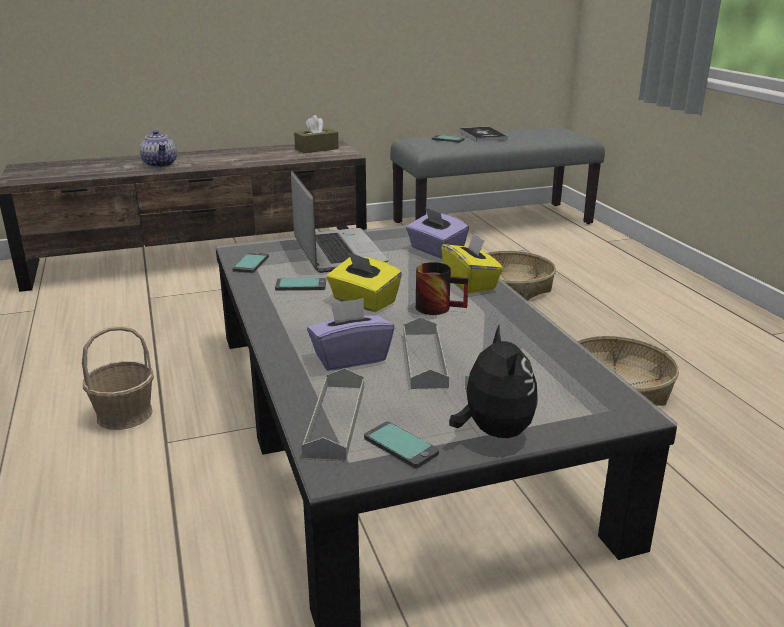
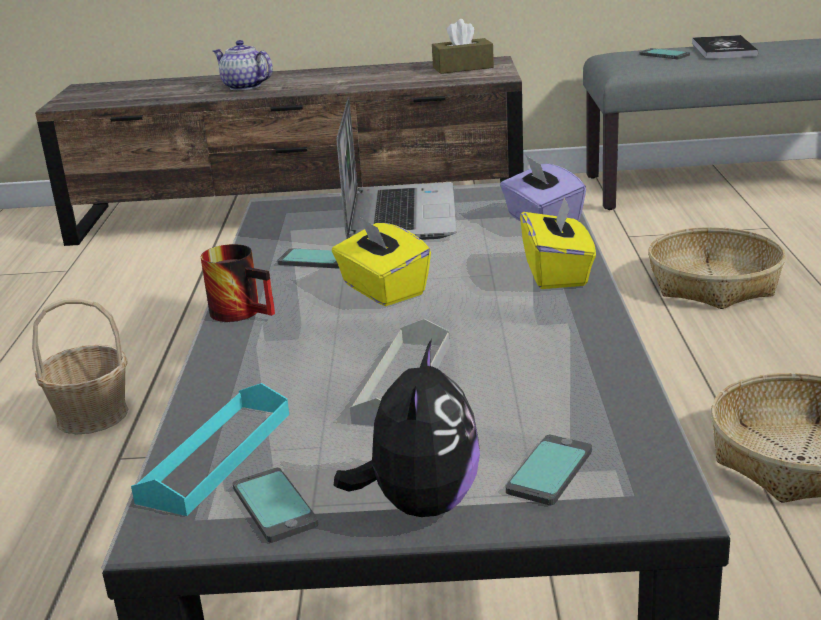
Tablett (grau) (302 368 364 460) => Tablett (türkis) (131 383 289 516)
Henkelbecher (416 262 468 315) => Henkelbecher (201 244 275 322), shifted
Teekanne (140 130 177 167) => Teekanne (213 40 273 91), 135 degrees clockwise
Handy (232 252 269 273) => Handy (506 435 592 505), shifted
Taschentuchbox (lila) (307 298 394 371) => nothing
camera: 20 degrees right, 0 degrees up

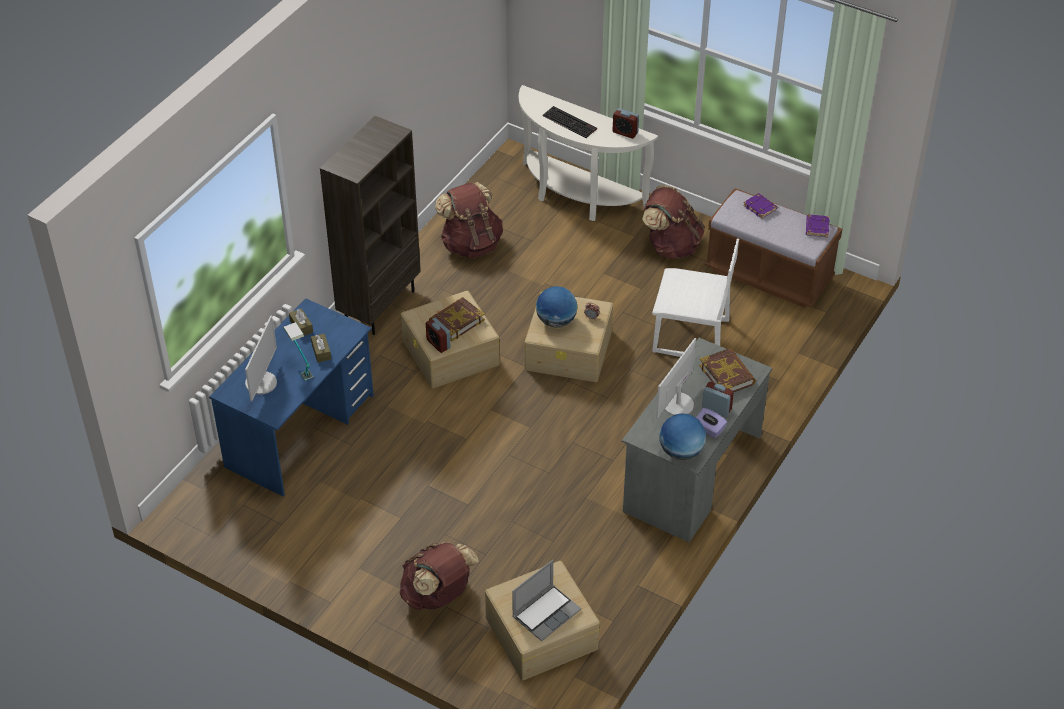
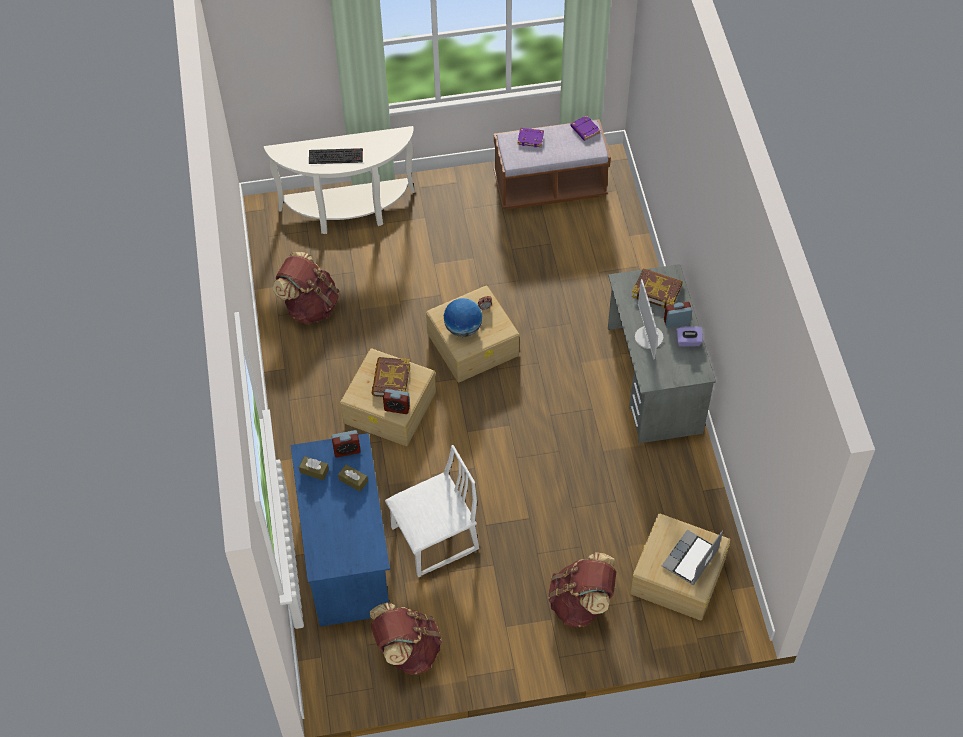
Wecker (613 108 639 139) => Wecker (331 430 361 457), shifted
Rucksack (braun) (642 185 705 259) => Rucksack (braun) (369 602 442 675), shifted
Stuhl (weiß) (652 239 739 357) => Stuhl (weiß) (385 445 479 578), shifted
Laptop (512 560 581 641) => Laptop (662 530 723 585), 150 degrees counterclockwise
Monitor (245 315 277 402) => nothing
Tischlampe (283 322 314 381) => nothing
Bücherregal (braun) (320 116 421 335) => nothing
Globus (659 413 706 460) => nothing
camera: 40 degrees left, 10 degrees up

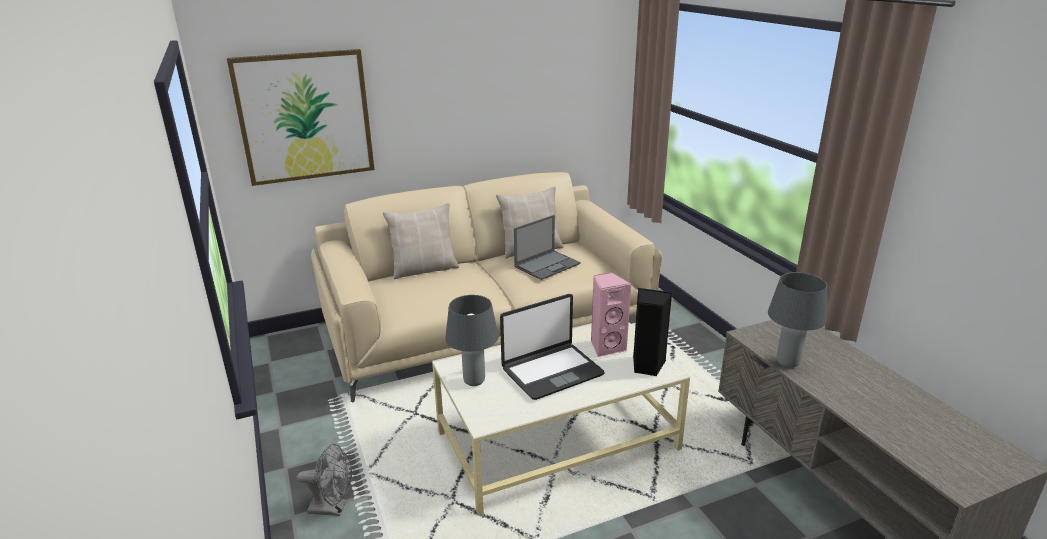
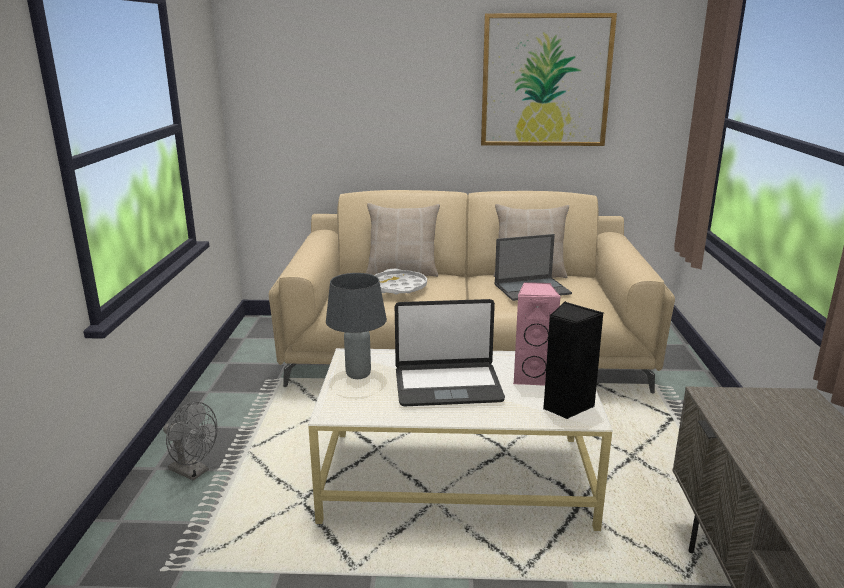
nothing => Tablett (weiß) (374 269 427 295)
Bild (227 49 375 186) => Bild (481 13 617 146), shifted
Tischlampe (grau) (768 272 827 368) => nothing
camera: 25 degrees right, 5 degrees down

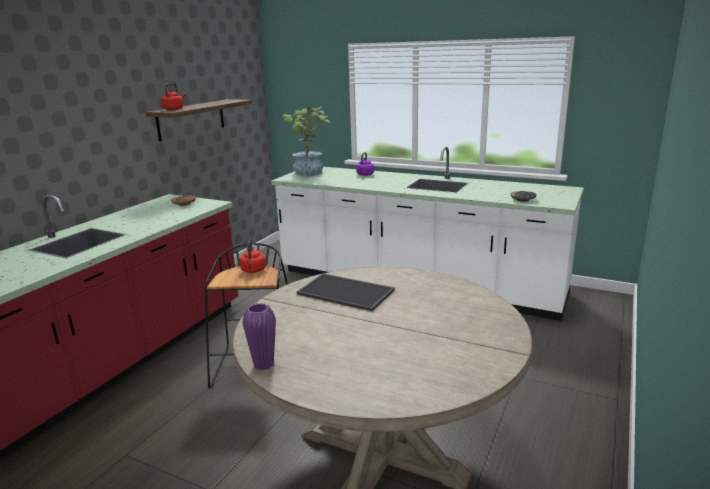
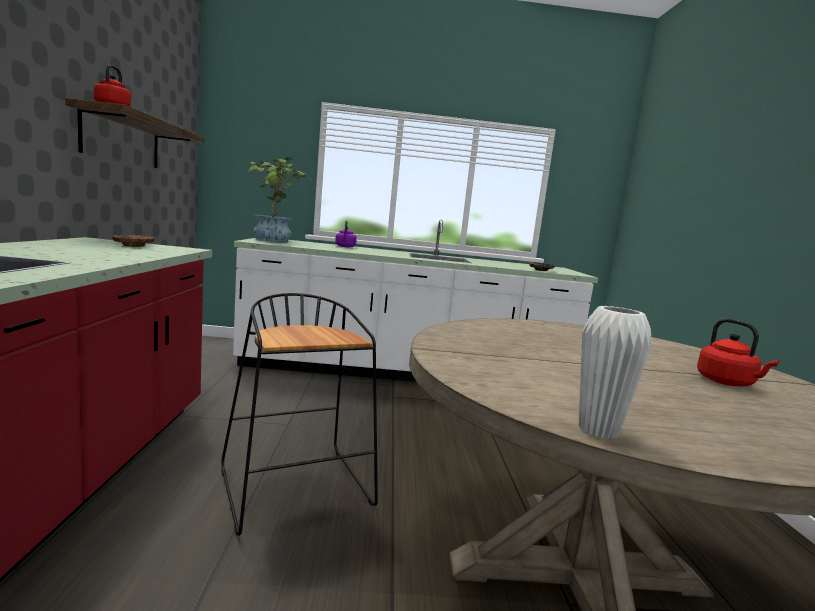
Vase (lila) (242 303 276 370) => Vase (weiß) (579 306 652 439)
Wasserkessel (rot) (240 239 266 273) => Wasserkessel (rot) (697 319 779 386), shifted
Tablett (297 273 395 311) => nothing
camera: 30 degrees left, 10 degrees down

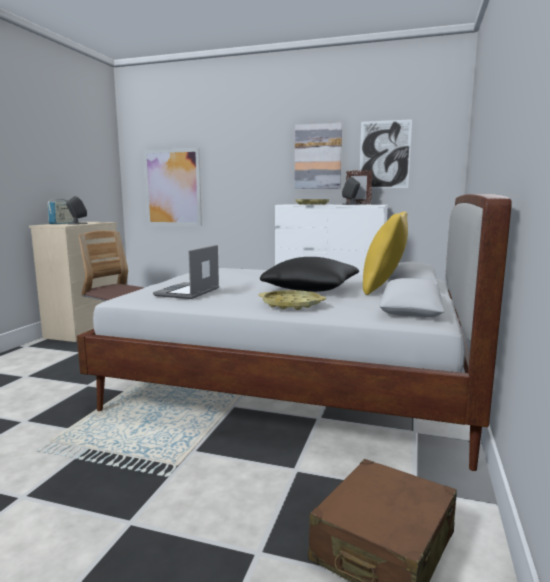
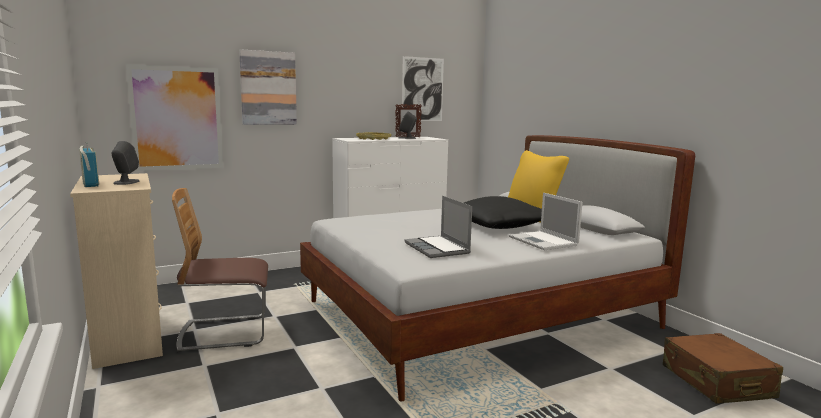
Bild (294 123 342 189) => Bild (239 49 297 125), shifted
Tablett (gelb) (258 290 326 310) => Laptop (509 193 583 250)
camera: 45 degrees left, 0 degrees up

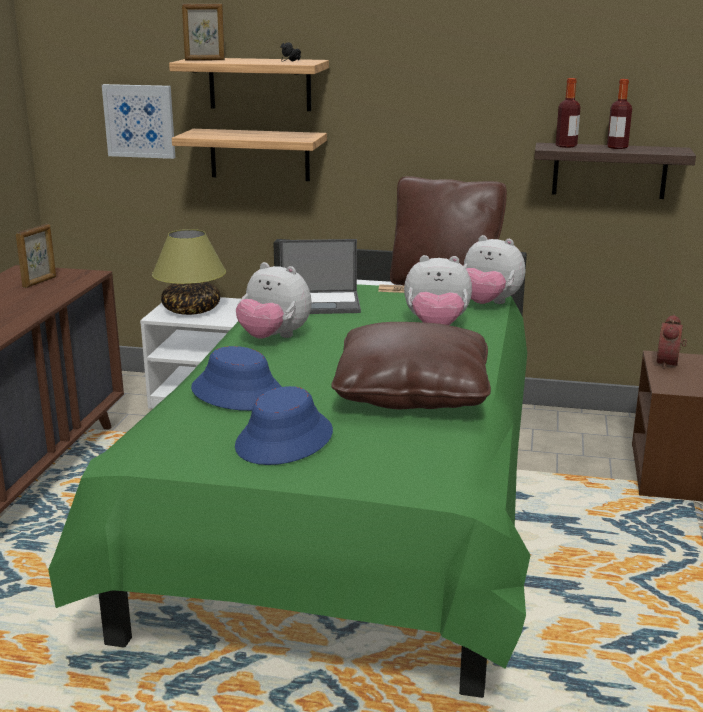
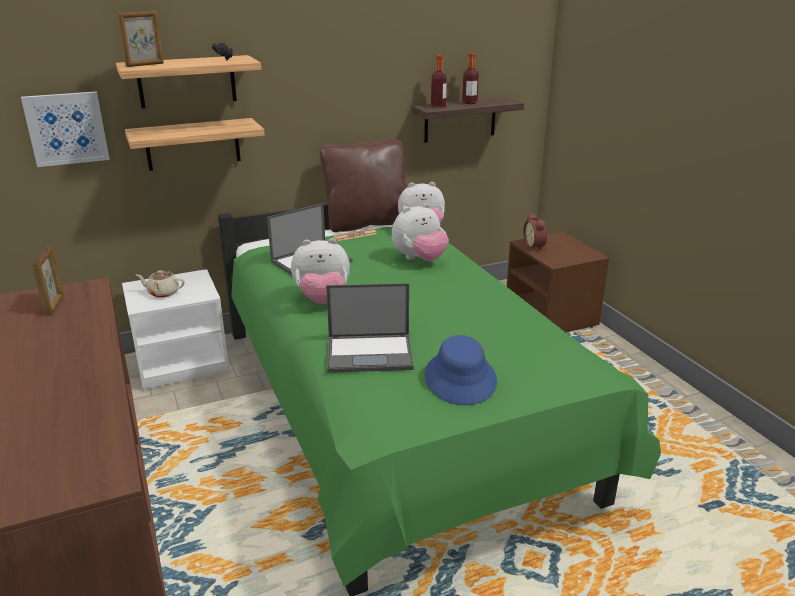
Tischlampe (152 229 226 315) => Teekanne (beige) (136 270 185 298)
Hut (blau) (191 346 282 411) => Laptop (326 283 414 373)
Kissen (braun) (331 322 491 409) => nothing
camera: 35 degrees left, 5 degrees up

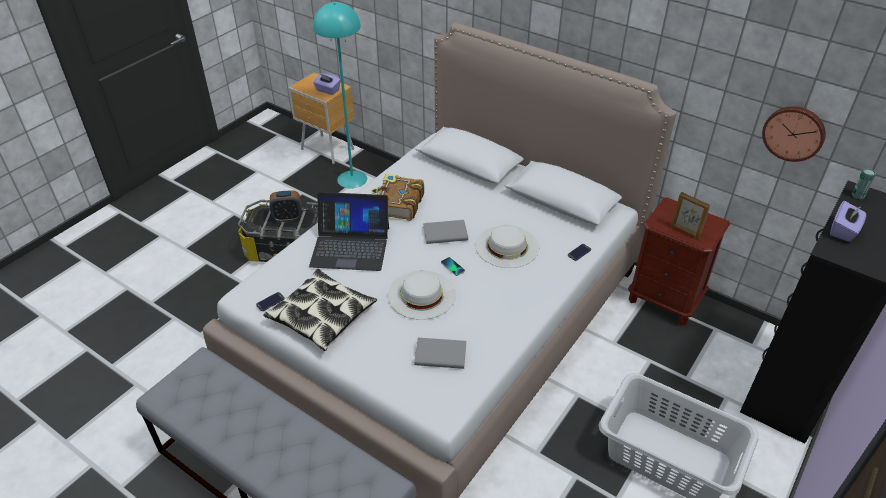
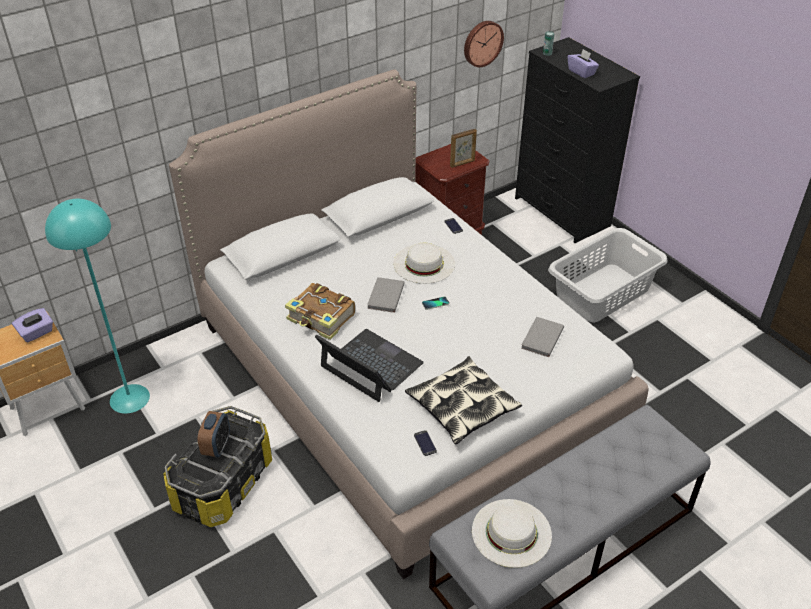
Laptop (309 192 389 271) => Laptop (315 329 424 402), 75 degrees counterclockwise
Hut (weiß) (388 270 456 320) => Hut (weiß) (472 499 552 568), shifted
camera: 70 degrees left, 0 degrees up

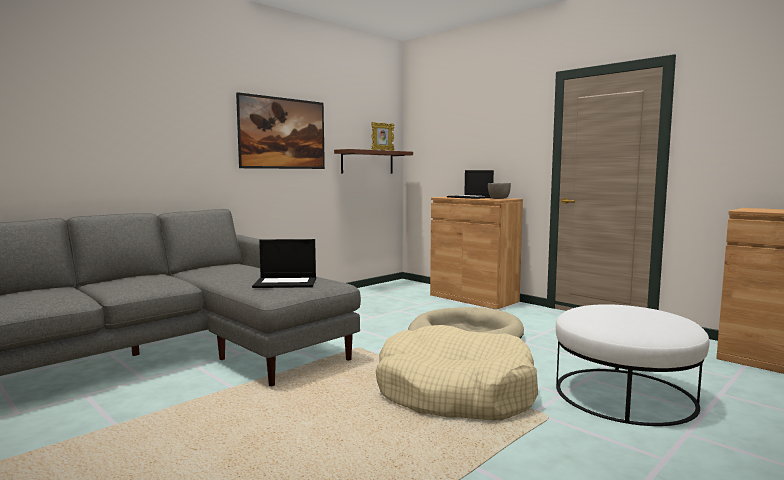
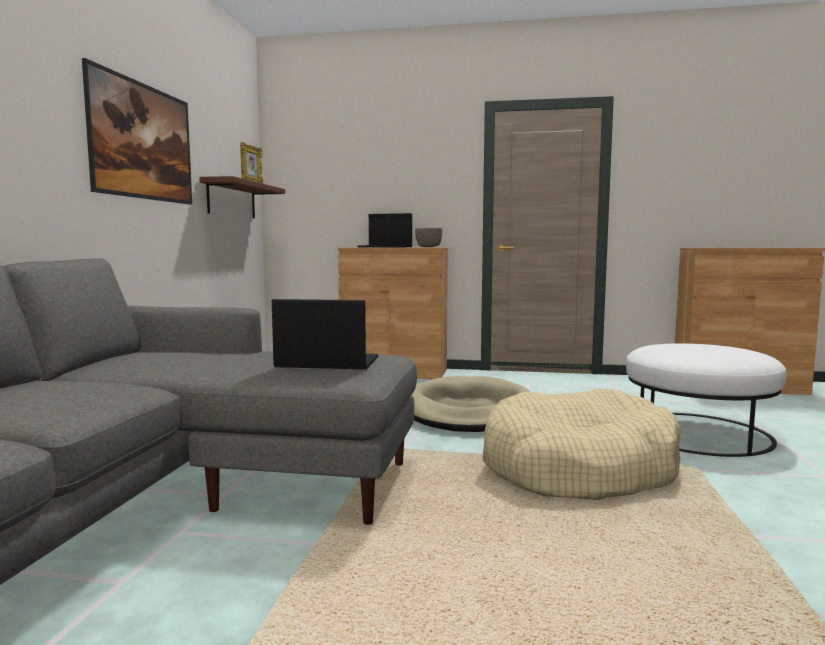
Laptop (252 239 316 288) => Laptop (272 299 378 370), 135 degrees counterclockwise
camera: 35 degrees left, 0 degrees up

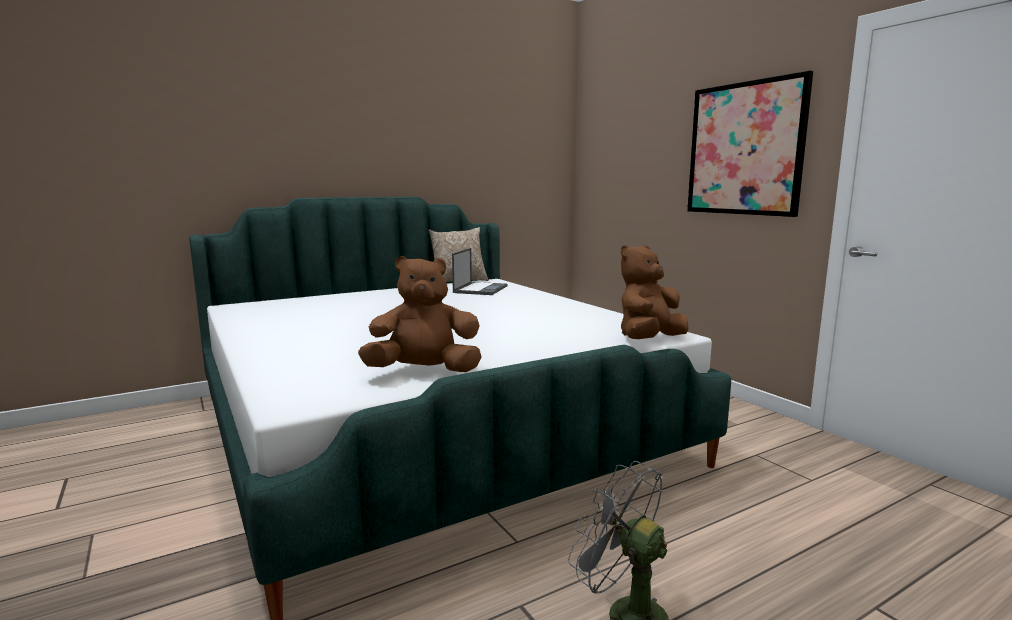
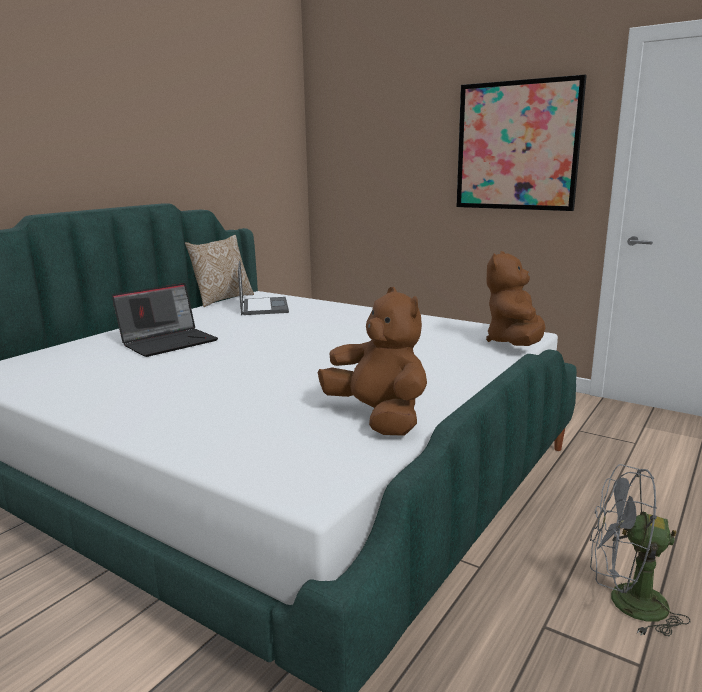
nothing => Laptop (112 283 218 357)
Plüschtier (braun) (358 256 481 372) => Plüschtier (braun) (318 287 427 436), 90 degrees clockwise
camera: 25 degrees left, 5 degrees up

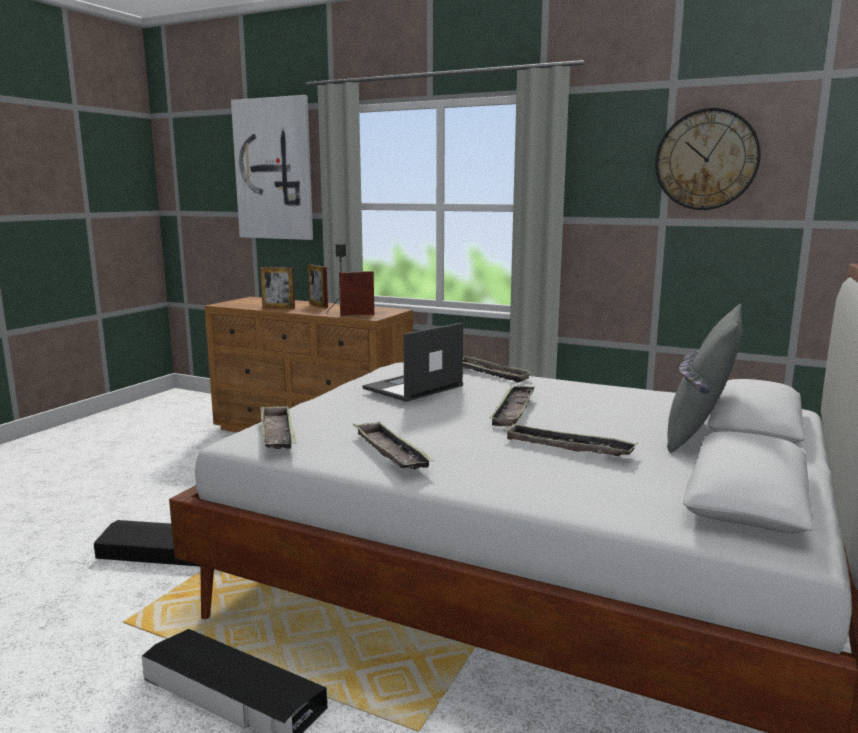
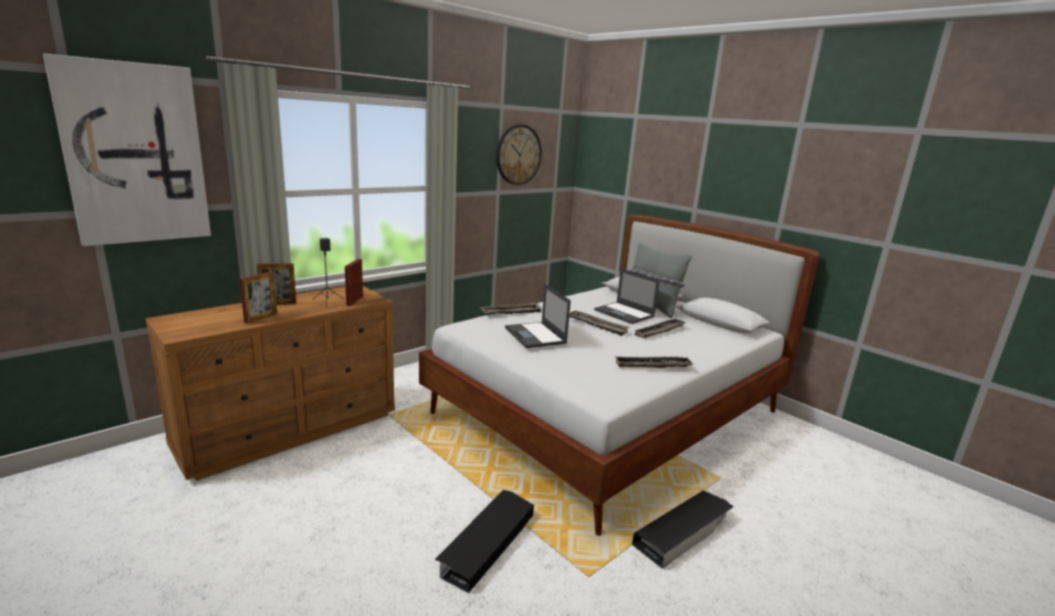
nothing => Laptop (594 269 660 324)
Tablett (260 406 296 449) => nothing
camera: 70 degrees left, 5 degrees up

